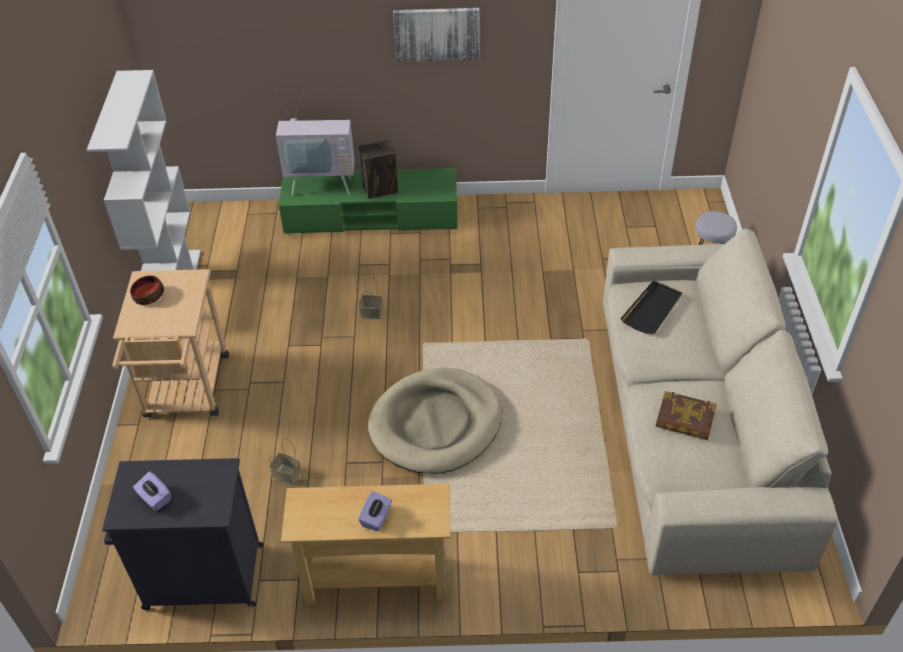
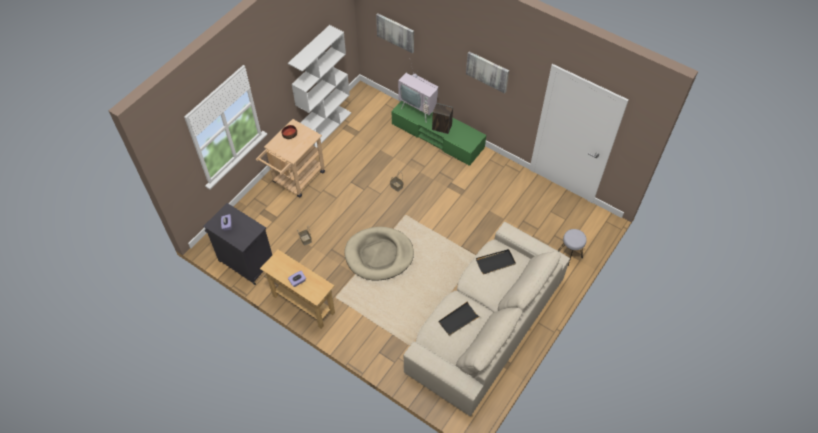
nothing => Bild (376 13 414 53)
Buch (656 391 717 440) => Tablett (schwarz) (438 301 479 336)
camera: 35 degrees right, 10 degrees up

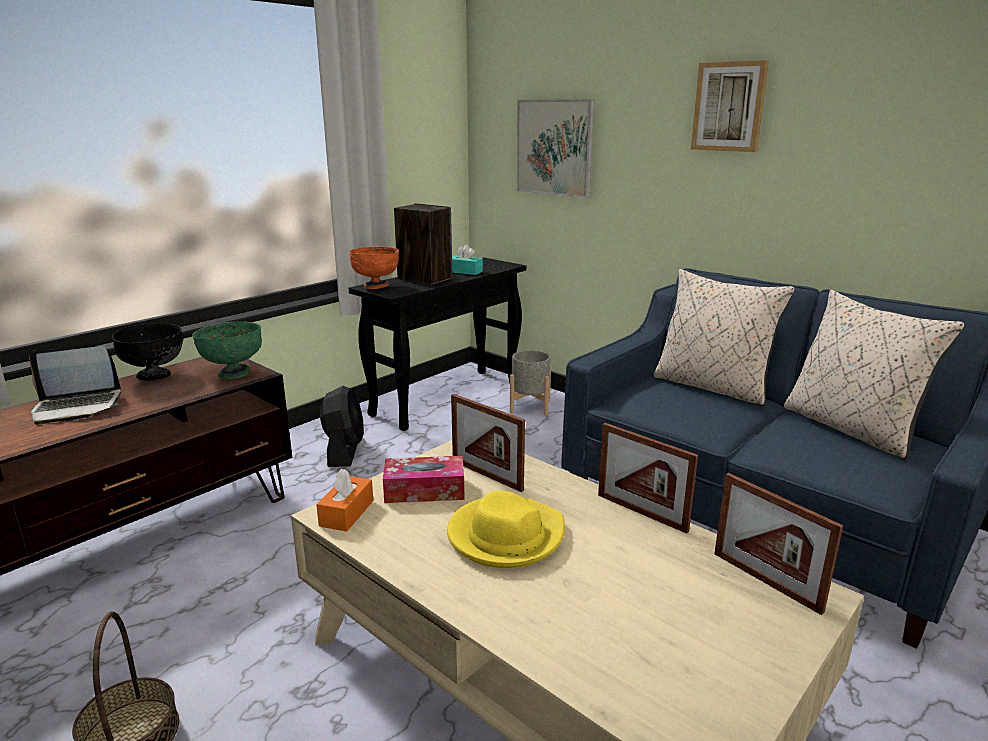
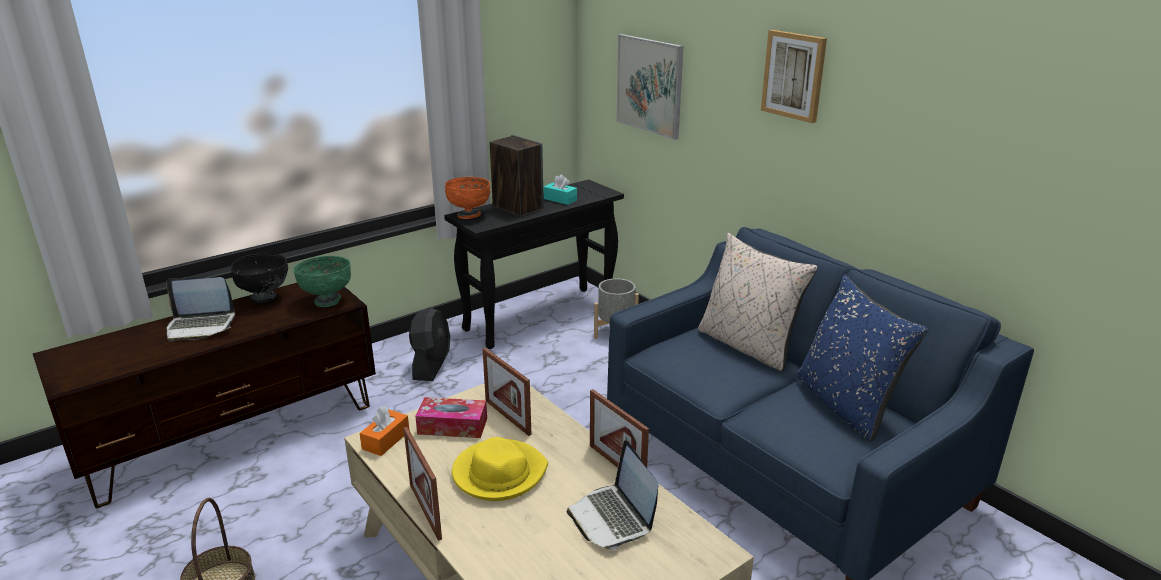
Bilderrahmen (714 473 843 615) => Bilderrahmen (403 427 442 541), shifted
nothing => Laptop (567 440 658 550)
Kissen (beige) (784 290 964 460) => Kissen (blau) (797 274 928 442)
camera: 10 degrees right, 5 degrees up

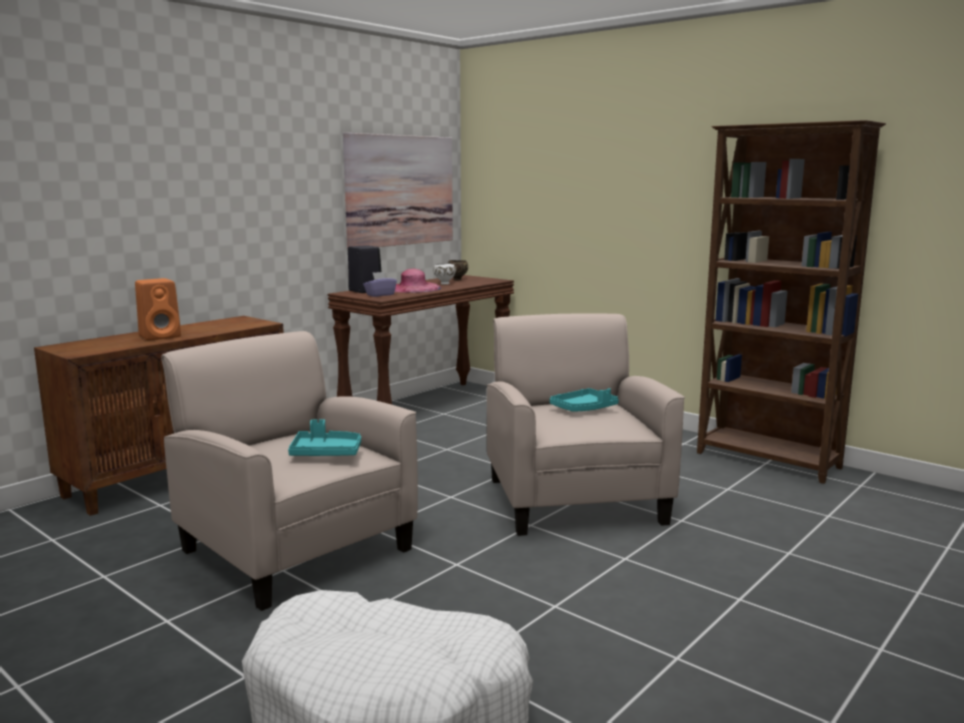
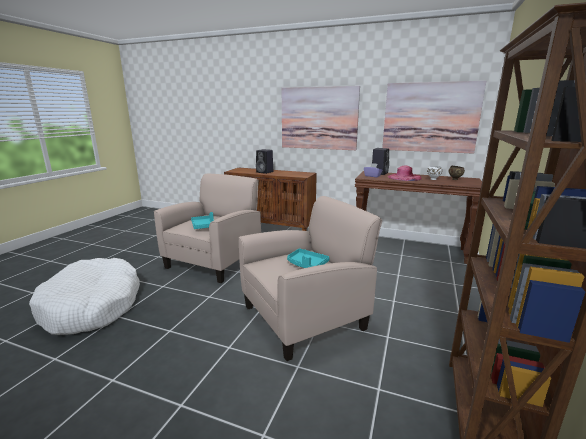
Lautsprecher (orange) (135 278 181 340) => Lautsprecher (schwarz) (256 149 273 174)
nothing => Bild (282 86 360 150)
camera: 70 degrees right, 5 degrees up

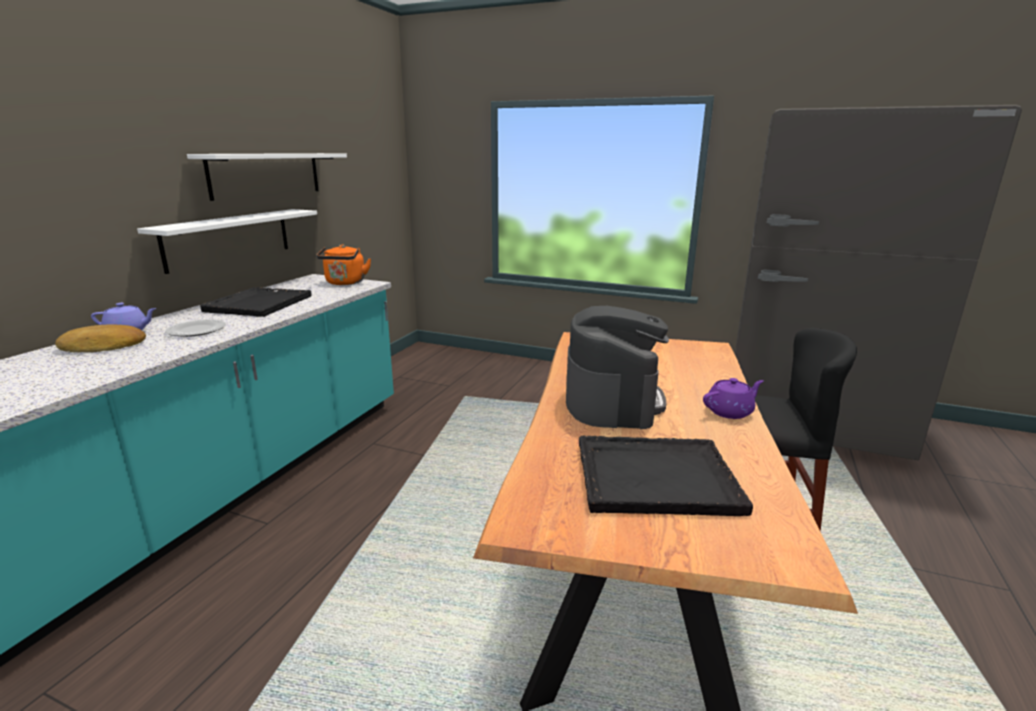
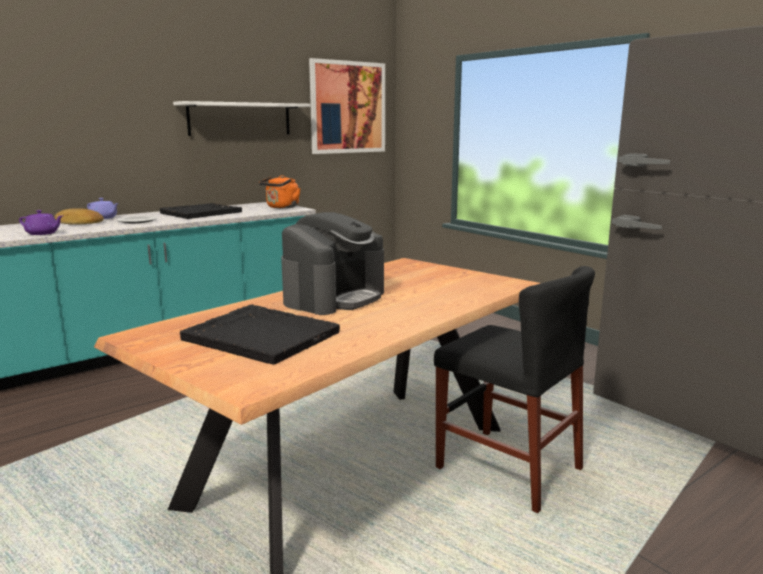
Teekanne (lila) (703 378 763 419) => Teekanne (lila) (19 210 63 235), shifted
nothing => Bild (309 58 385 154)
Wandregal (weiß) (137 209 317 274) => nothing
camera: 30 degrees right, 5 degrees down

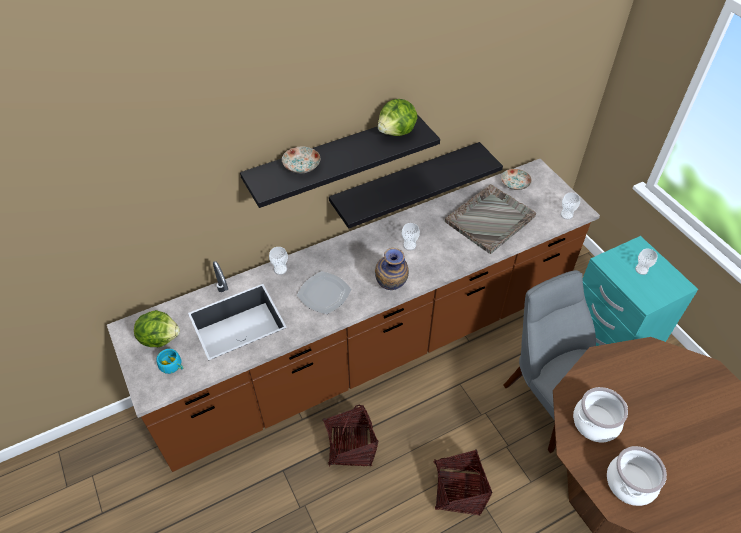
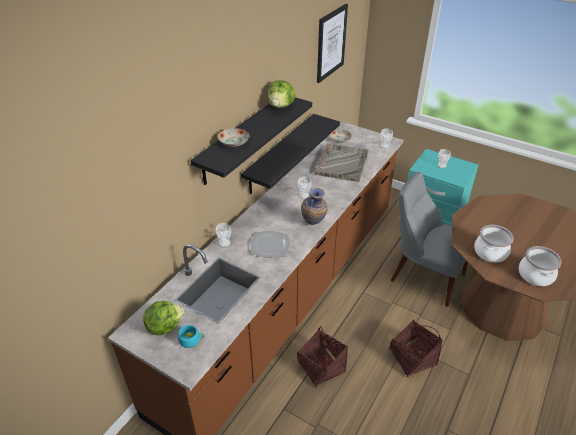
nothing => Bild (317 4 348 83)
camera: 30 degrees left, 10 degrees down

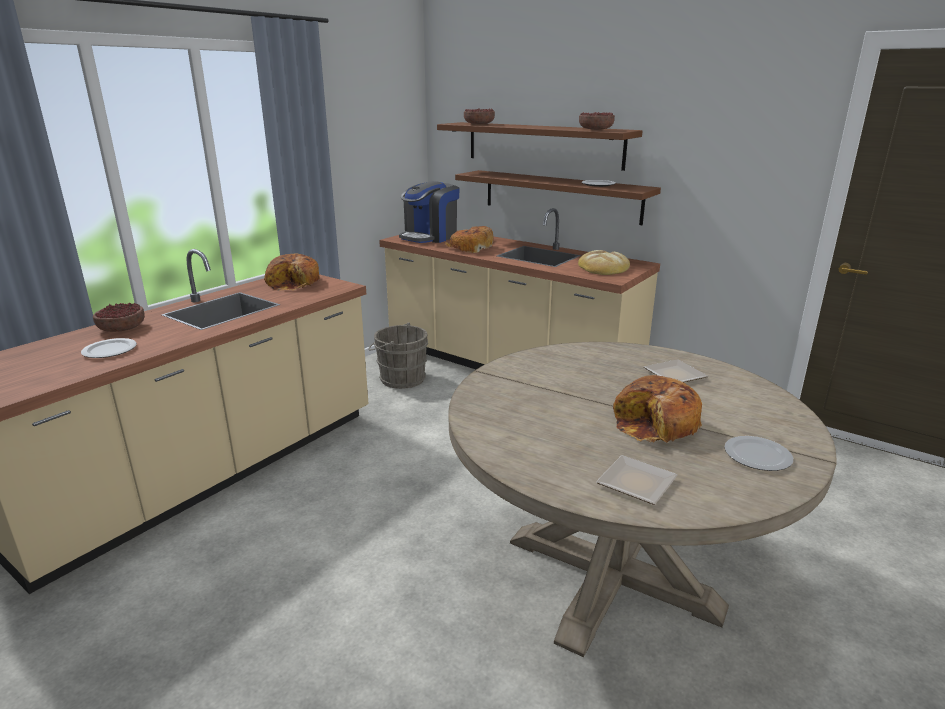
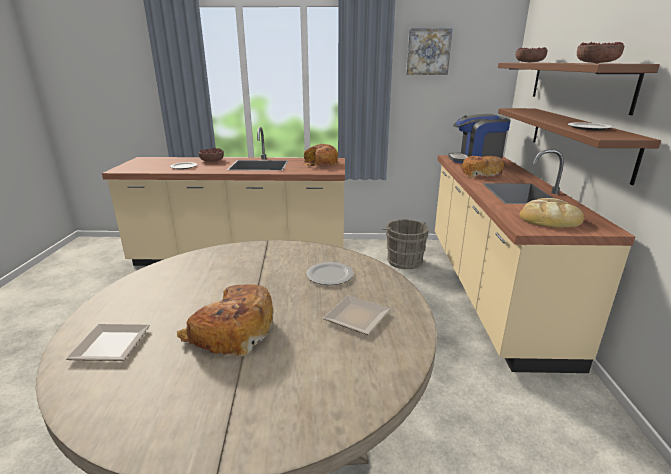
Teller (724 436 793 471) => Teller (306 262 354 285), shifted
nothing => Bild (406 28 453 75)
camera: 55 degrees right, 0 degrees up

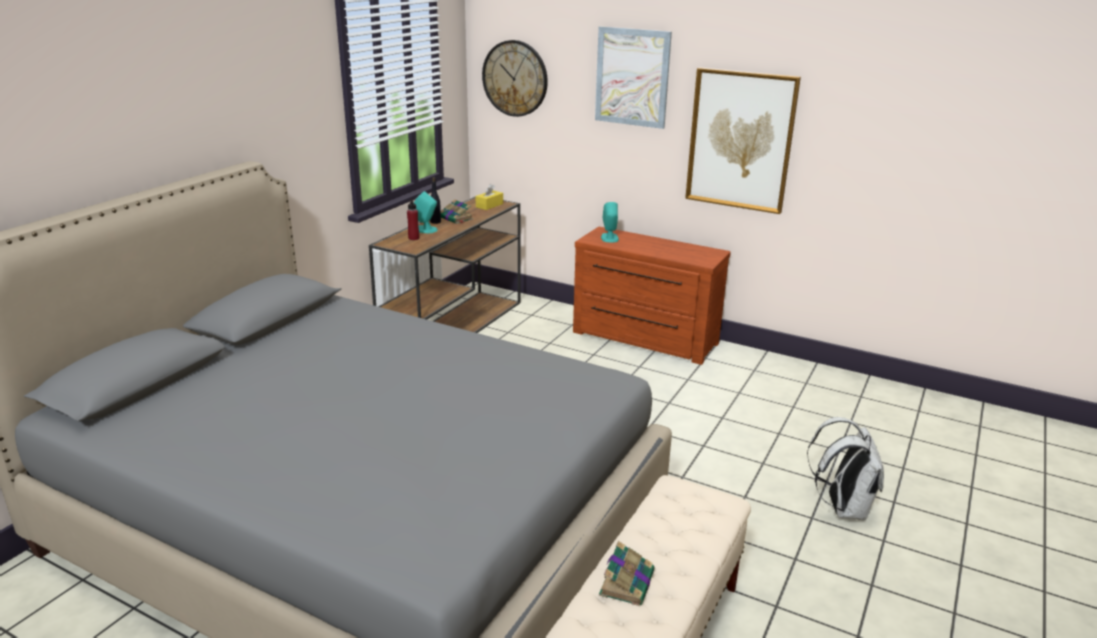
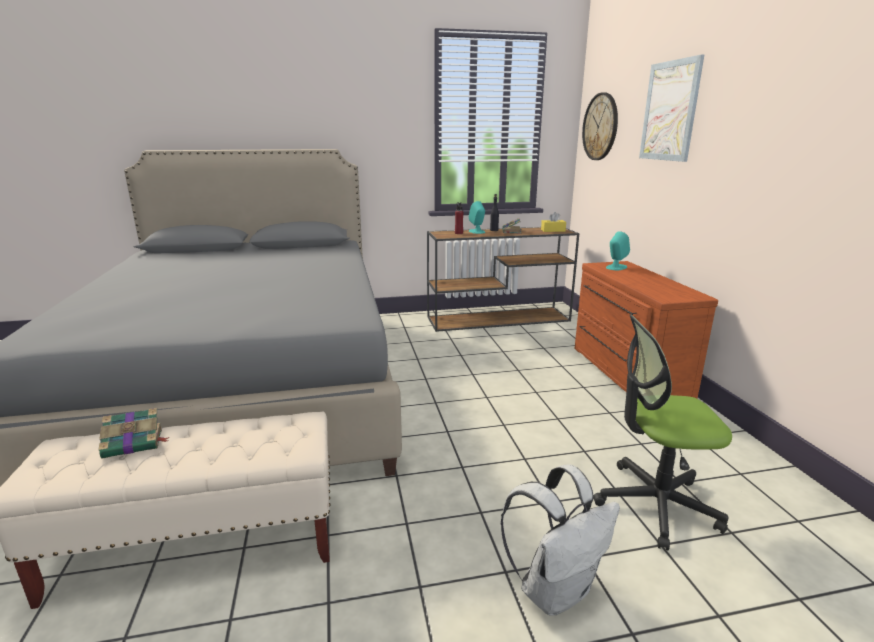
nothing => Bürostuhl (593 314 732 550)
Bild (685 67 801 214) => nothing
camera: 50 degrees right, 5 degrees down

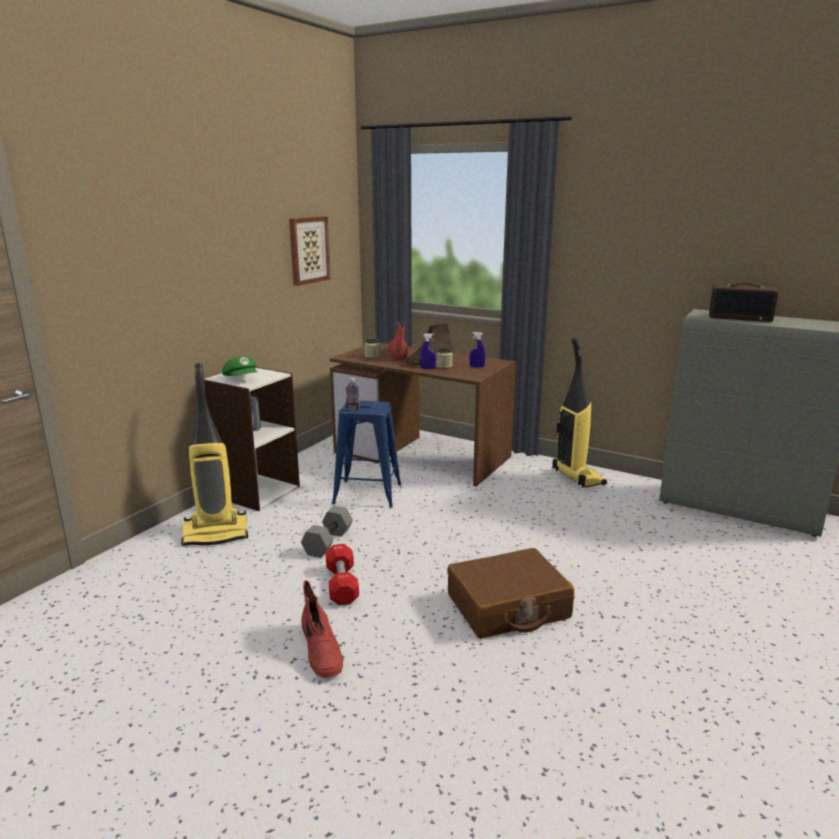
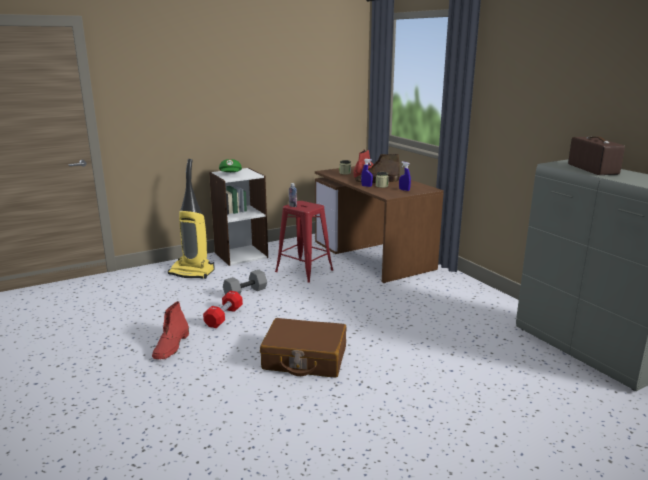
Hocker (blau) (332 401 401 508) => Hocker (rot) (275 201 333 283)
Radio (709 283 778 322) => Radio (568 137 625 175), 150 degrees counterclockwise
Bild (289 216 331 286) => nothing
Staubsauger (552 337 607 488) => nothing
camera: 30 degrees right, 0 degrees up

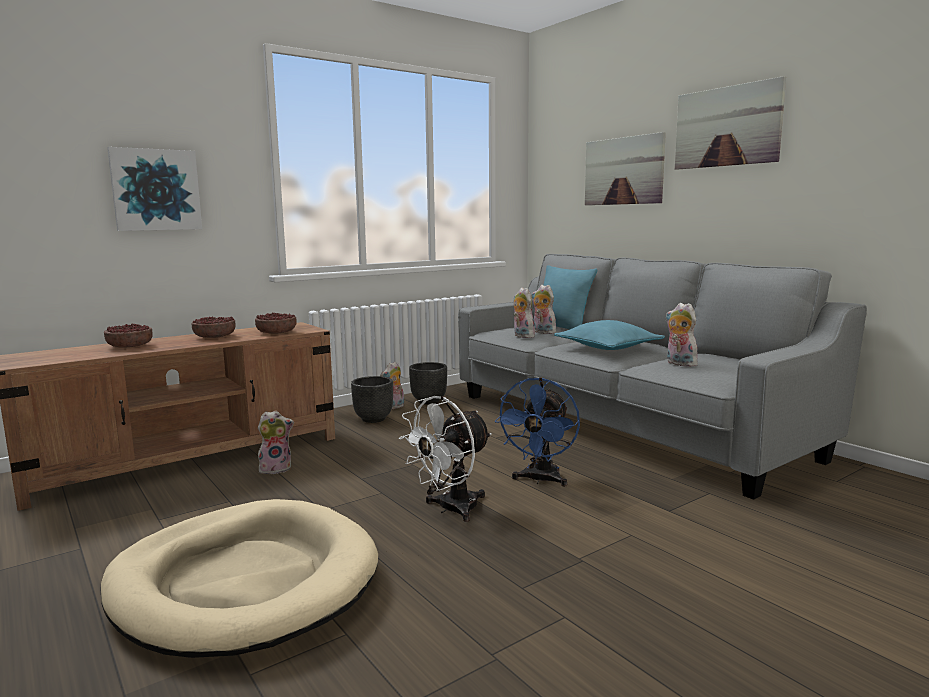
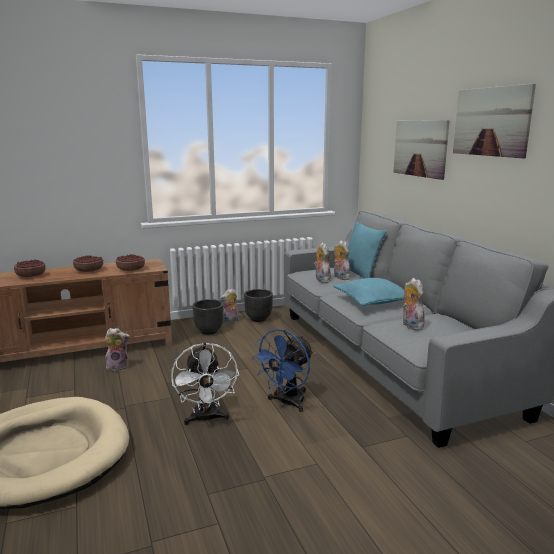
Ventilator (weiß) (399 396 491 522) => Ventilator (weiß) (171 342 239 425), 75 degrees counterclockwise
Bild (107 147 202 231) => nothing
camera: 15 degrees right, 5 degrees up

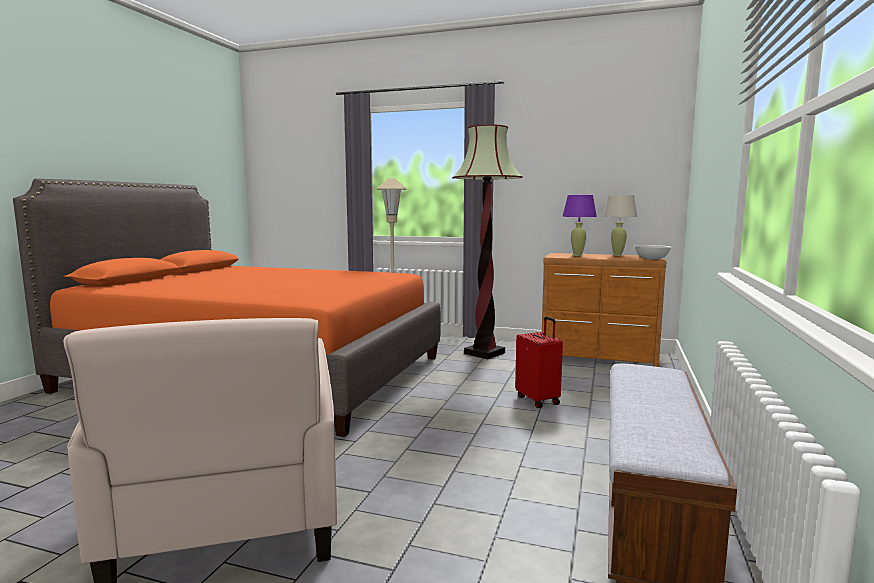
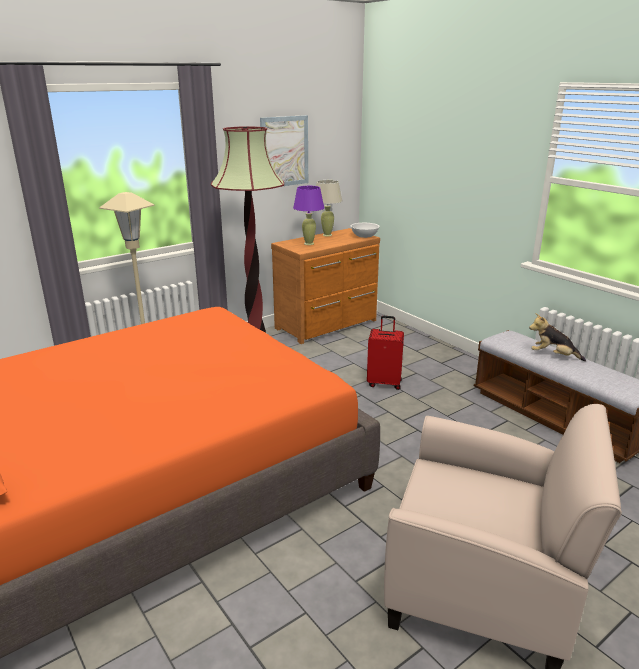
nothing => Bild (260 115 308 186)
nothing => Plüschtier (529 313 586 361)
camera: 55 degrees left, 15 degrees up

